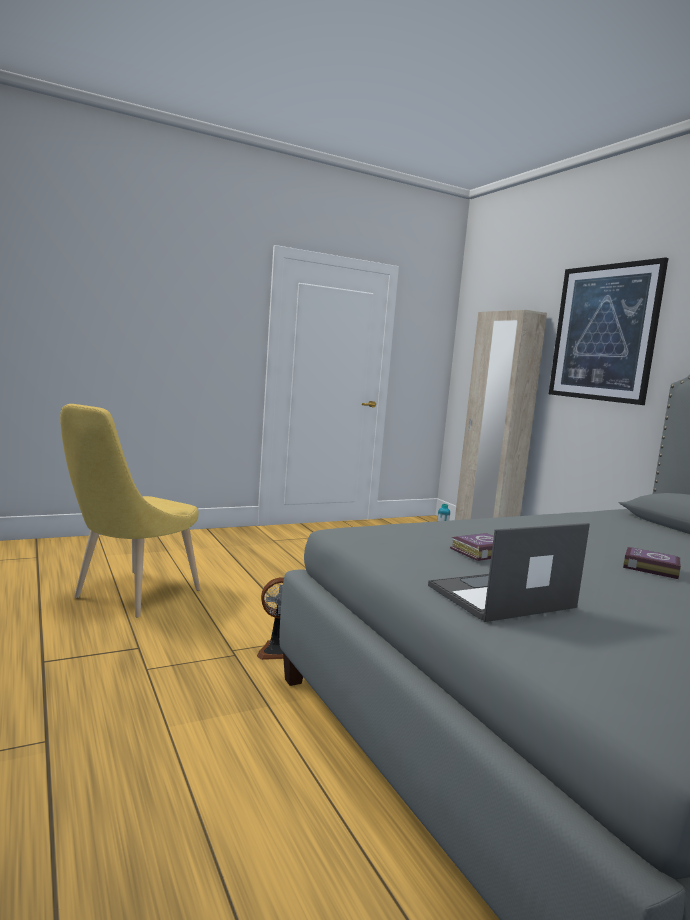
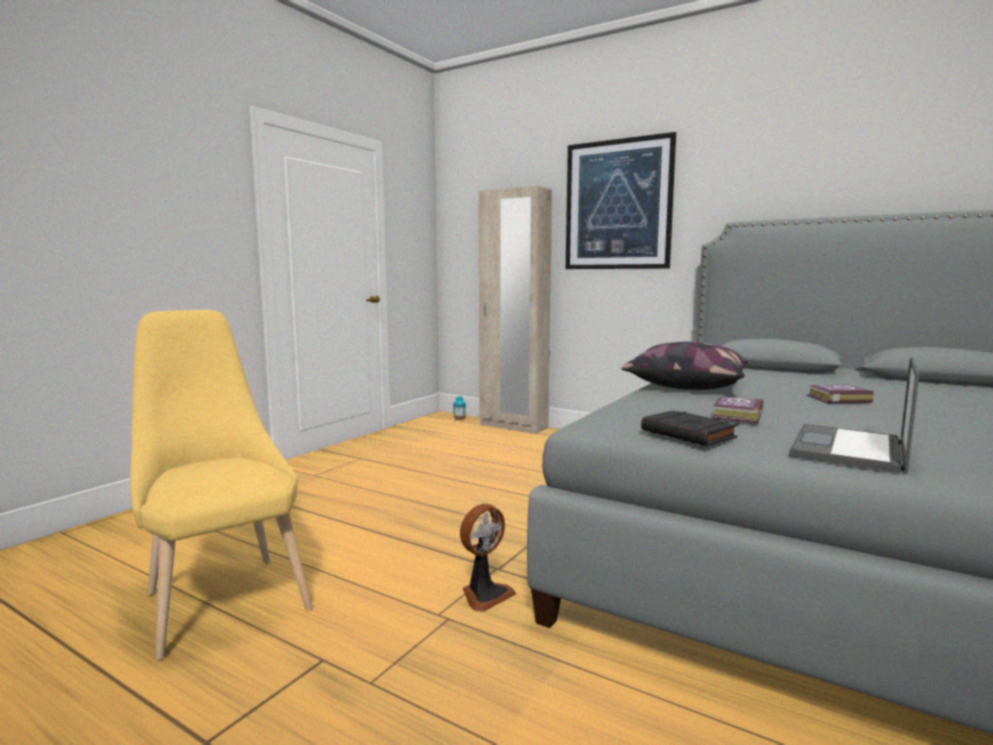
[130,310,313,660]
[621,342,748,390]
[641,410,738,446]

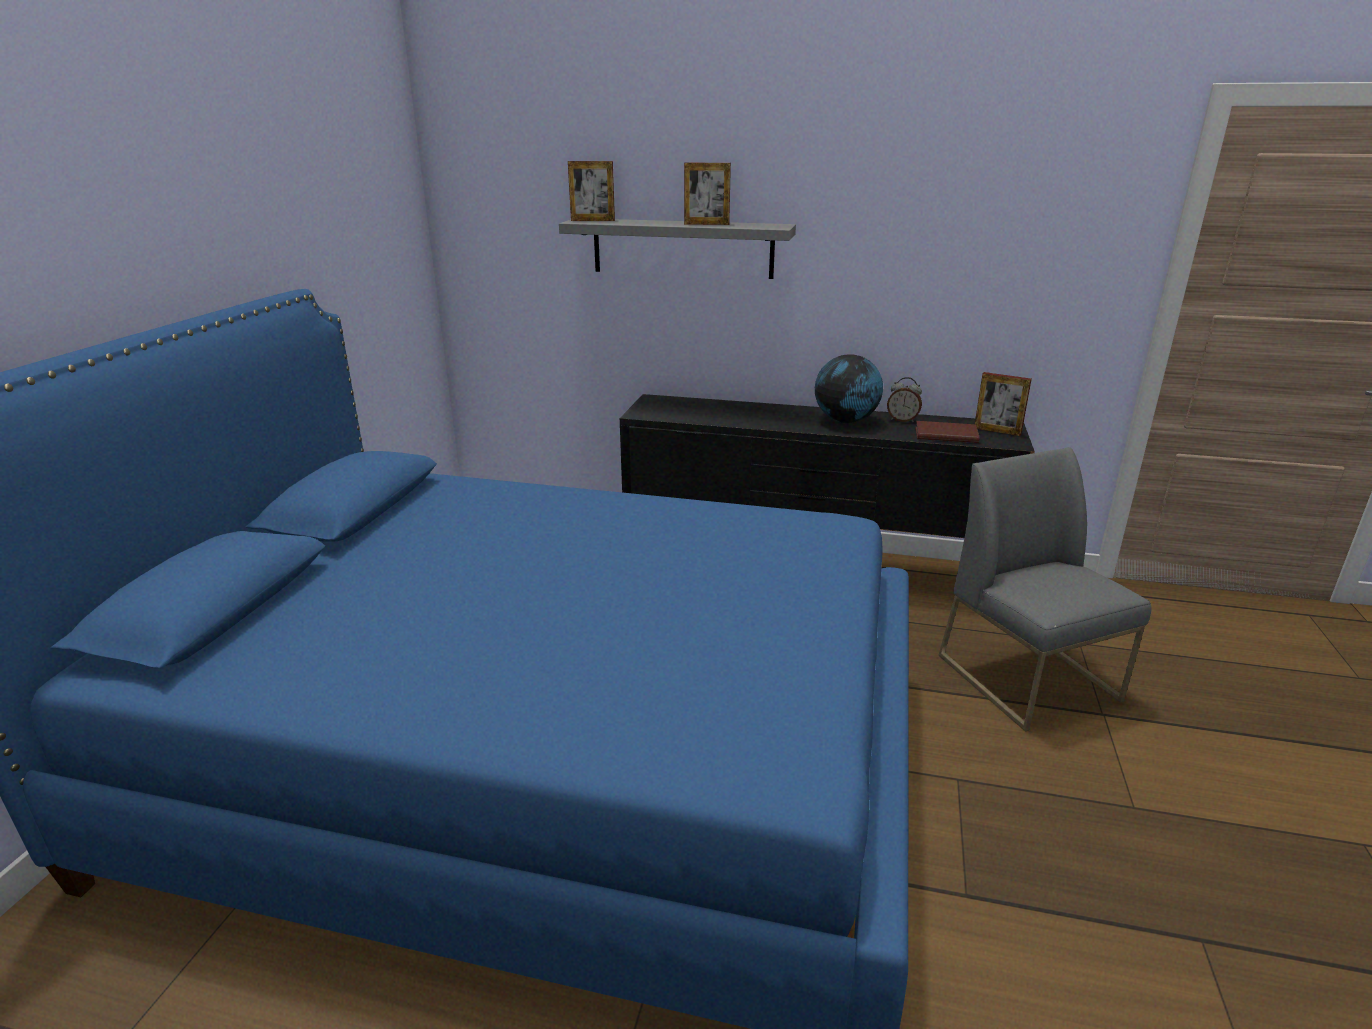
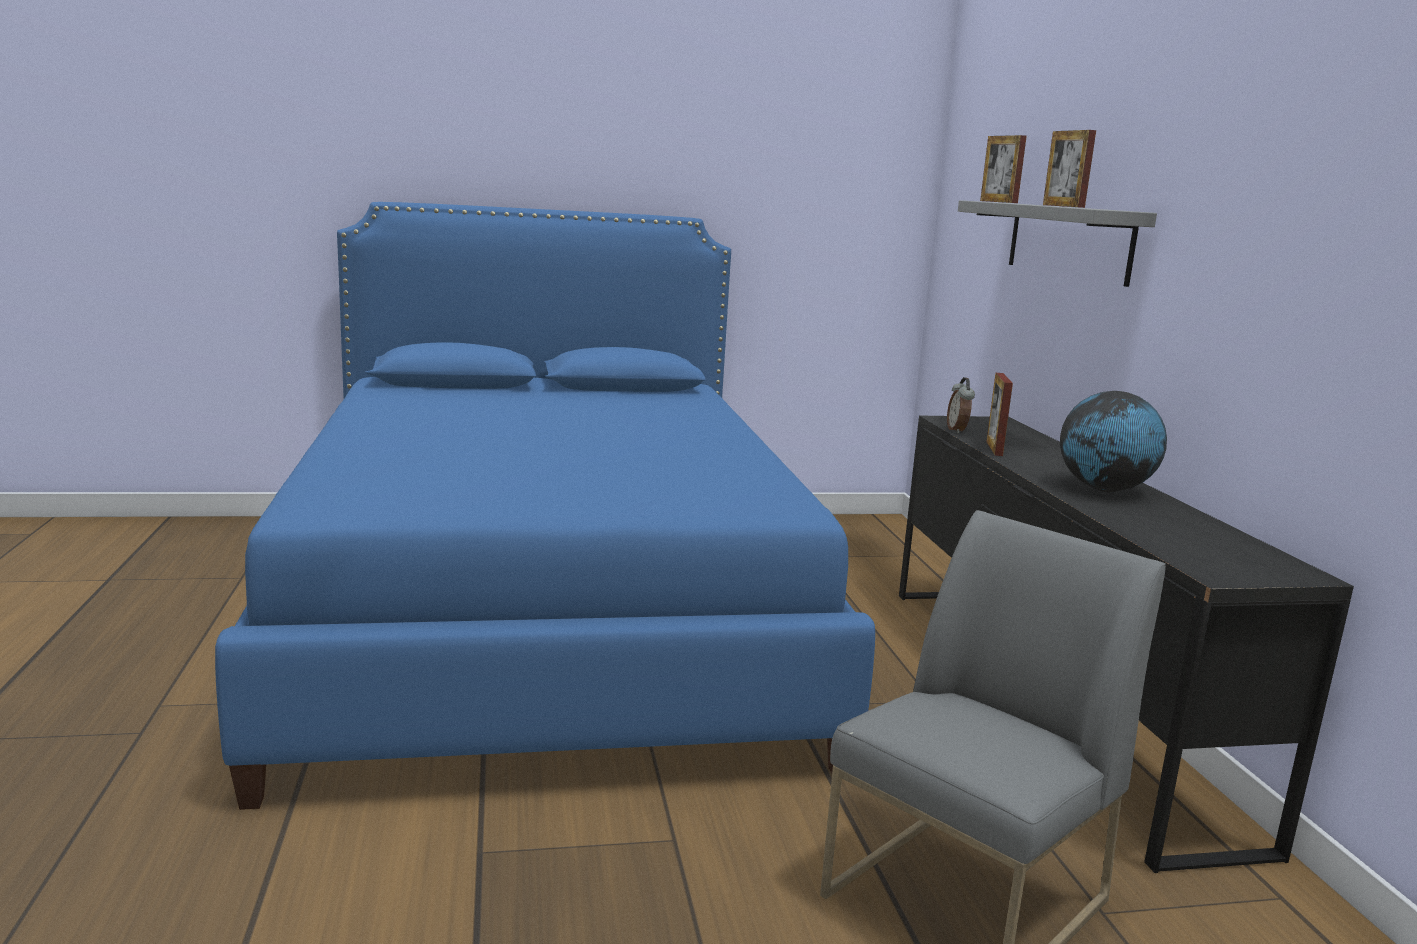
[947,377,975,434]
[916,421,980,443] (first image)
[986,373,1013,456]

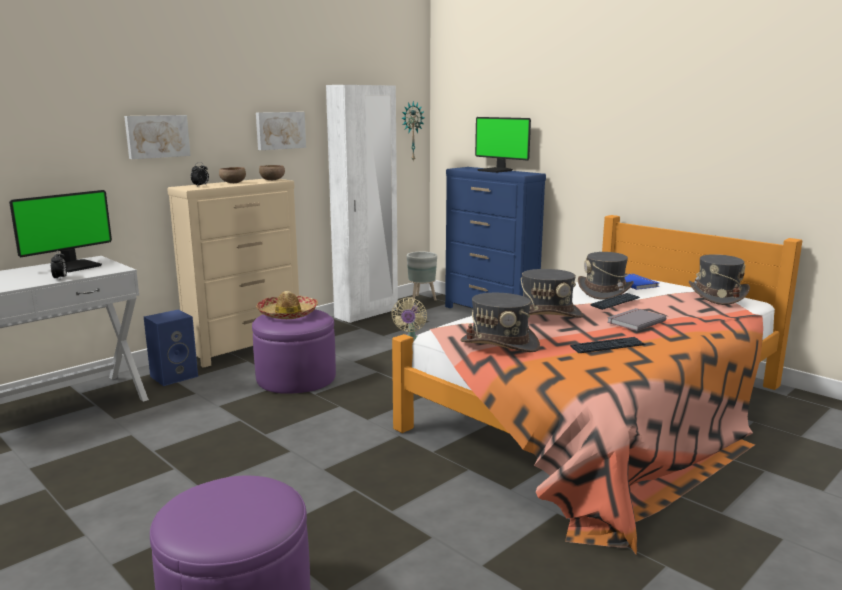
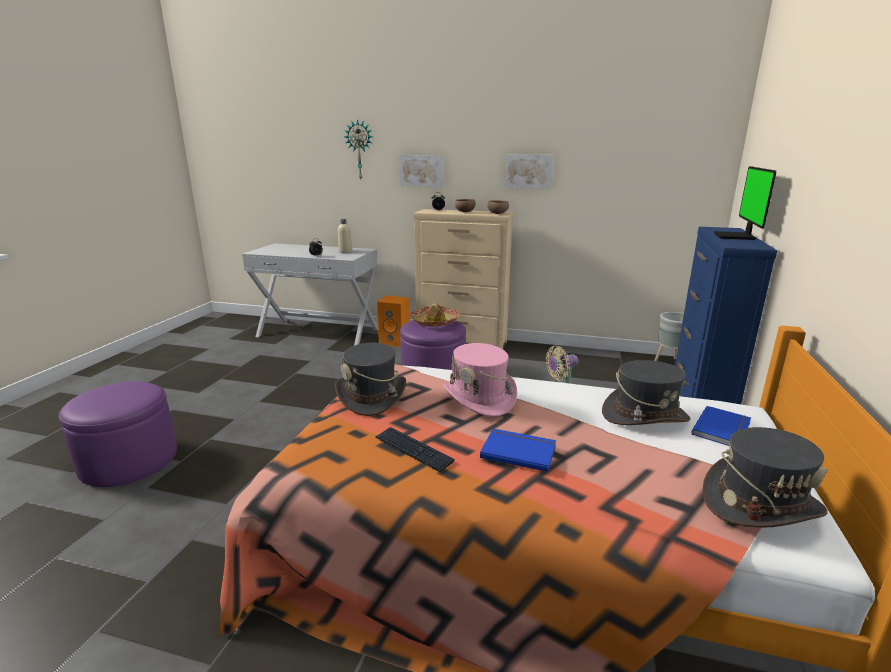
[338,219,353,253]
[377,295,410,347]
[326,85,398,323] (first image)
[344,119,373,179]
[443,343,517,417]
[591,293,640,310] (first image)
[480,429,556,472]

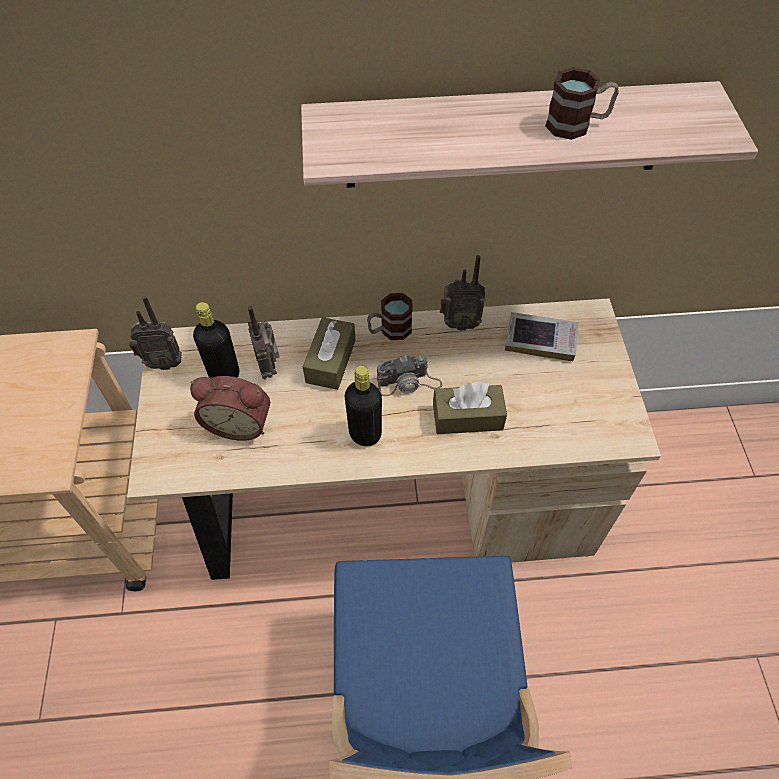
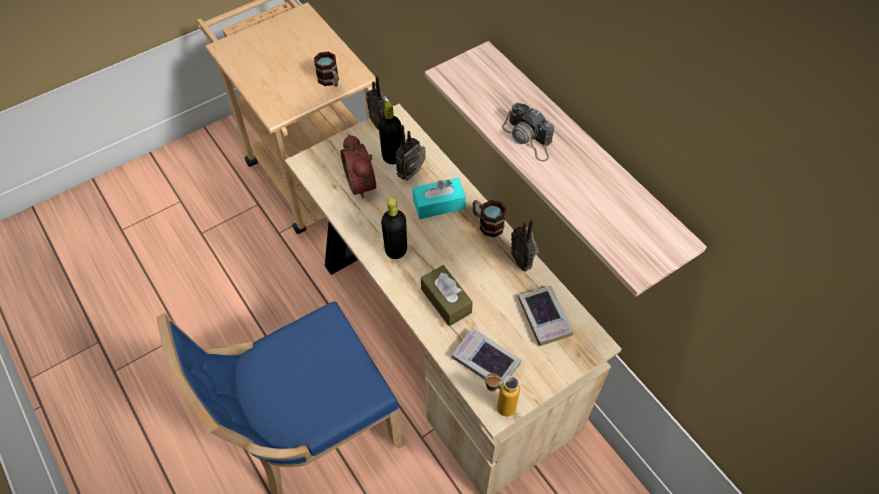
[413,178,466,219]
[502,102,554,162]
[314,52,339,87]
[452,328,521,389]
[484,373,520,416]

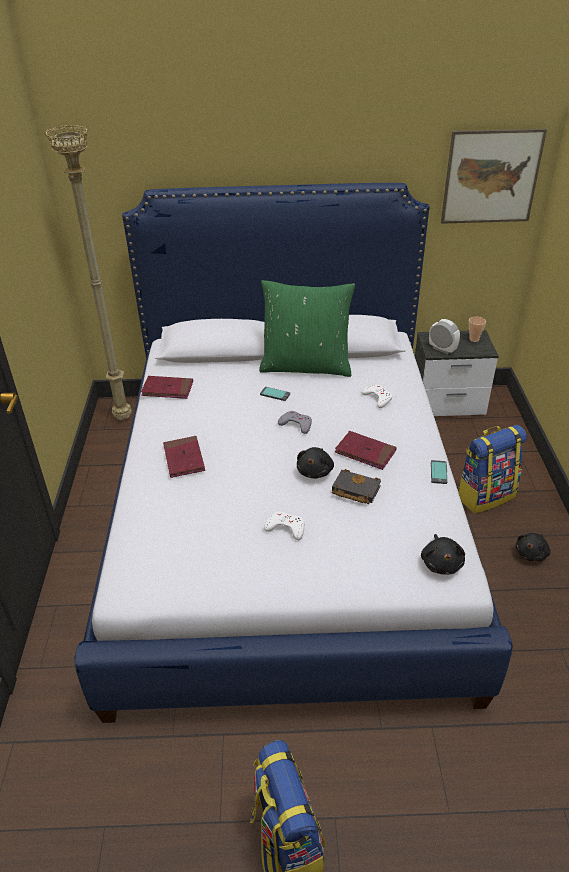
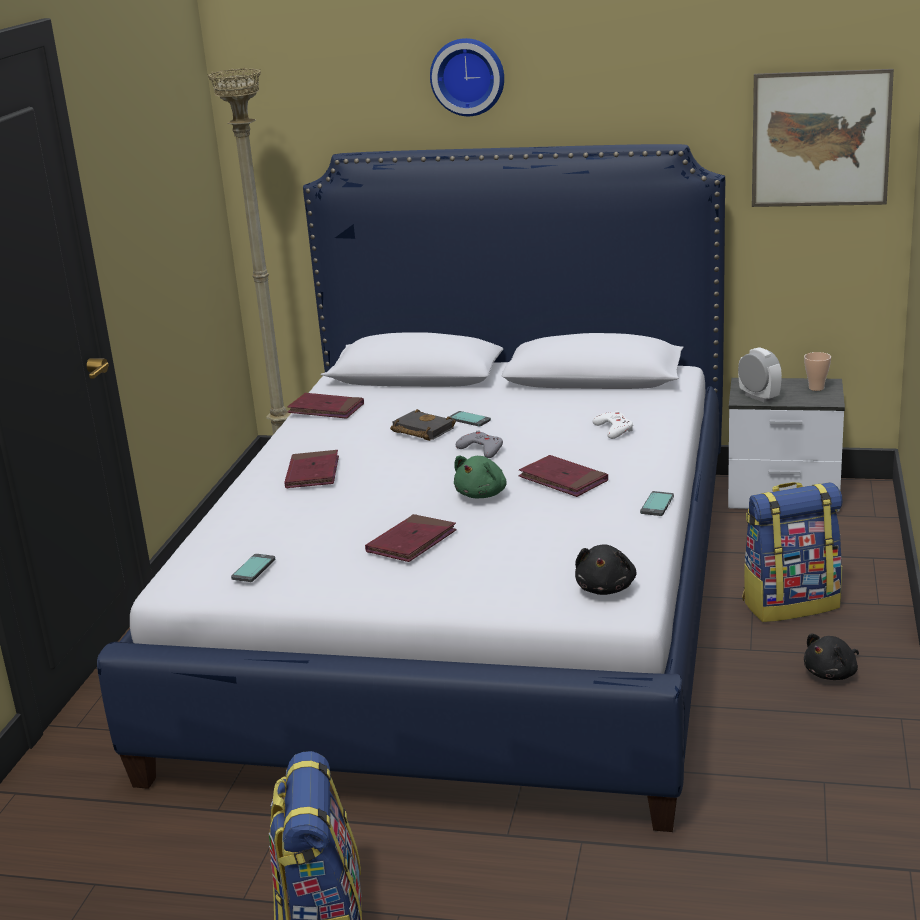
[259,280,355,377] (first image)
[365,514,457,562]
[454,456,507,498]
[390,409,456,441]
[231,554,275,582]
[430,38,504,116]

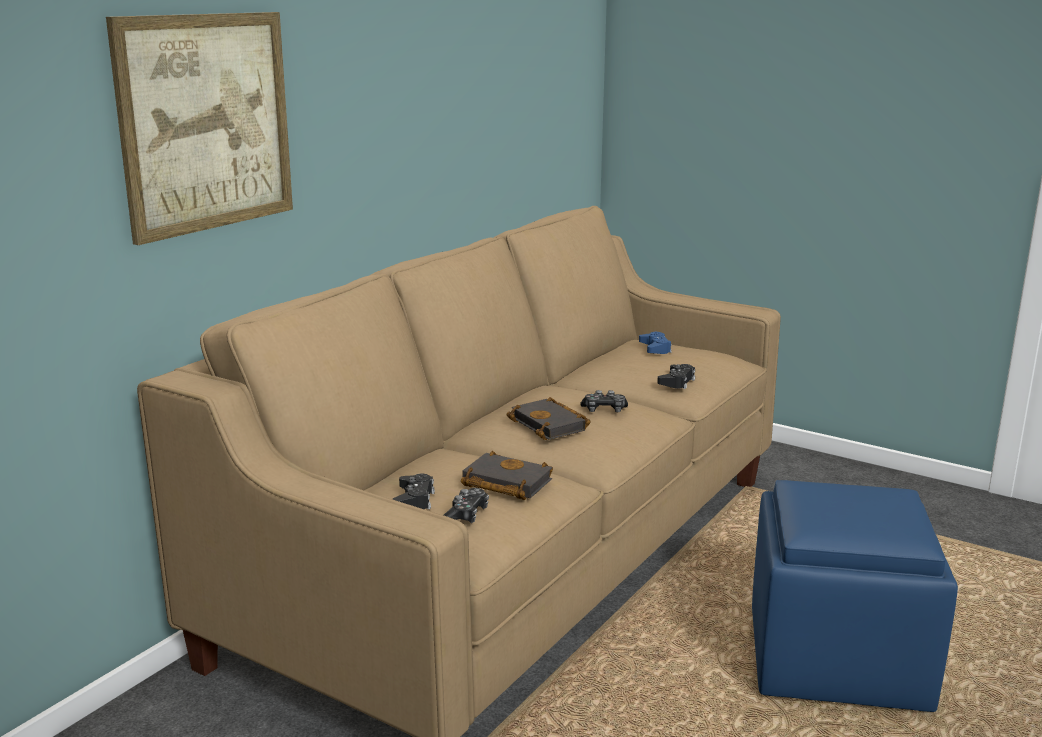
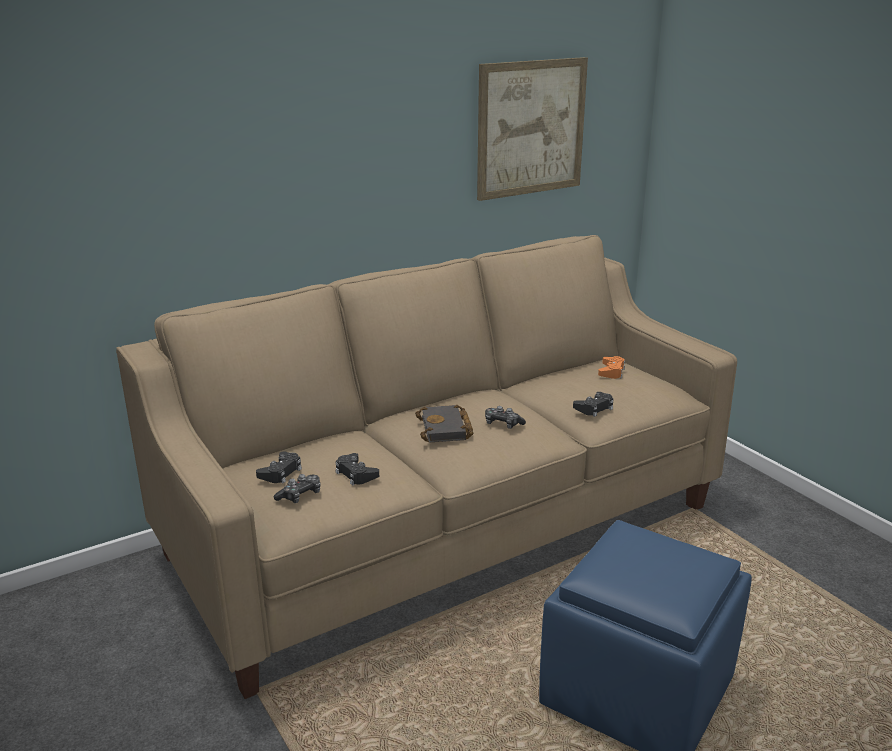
[477,57,588,201]
[336,453,379,486]
[598,356,625,379]

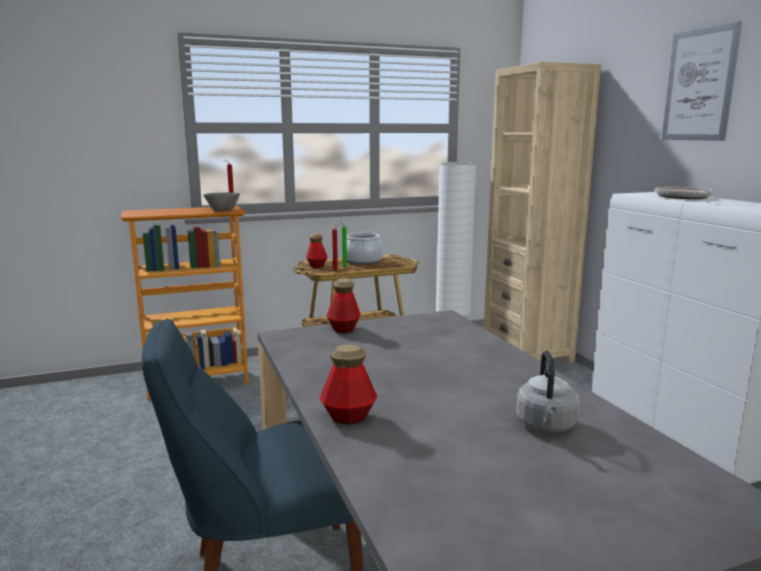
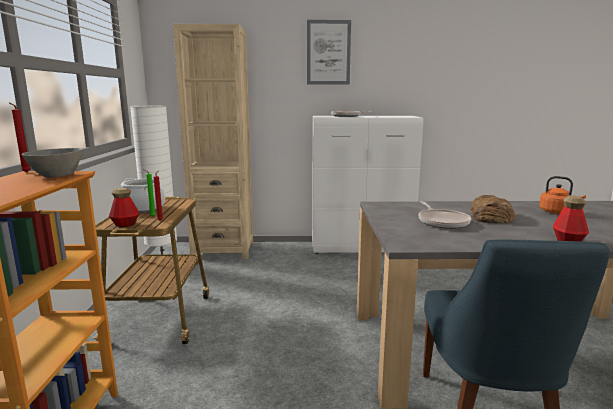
[326,278,361,333] (first image)
[539,176,586,214]
[418,202,471,229]
[471,195,515,223]

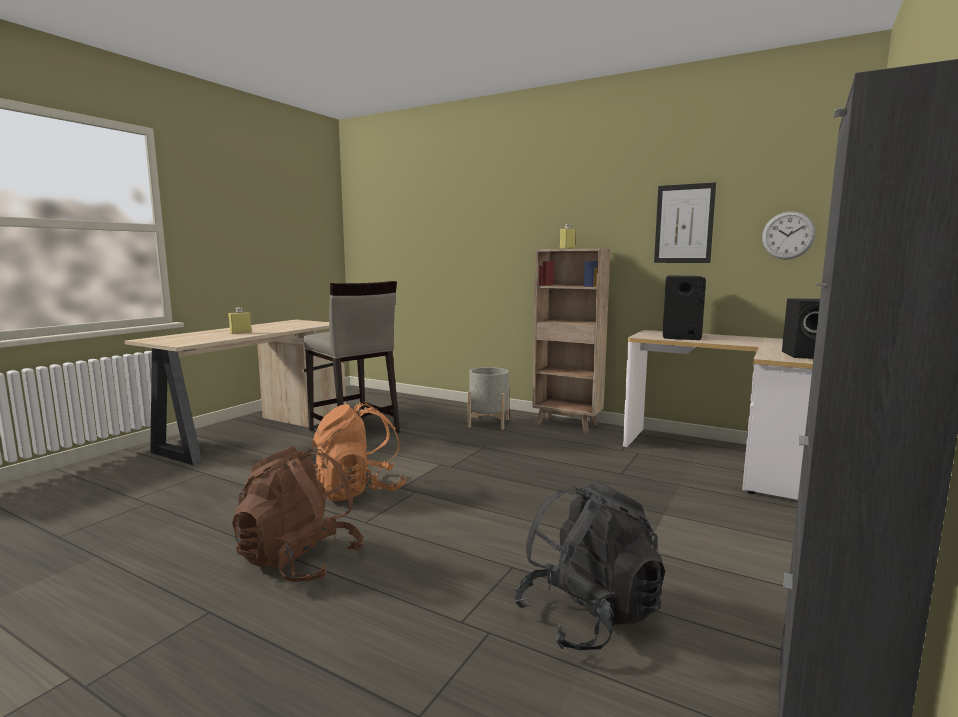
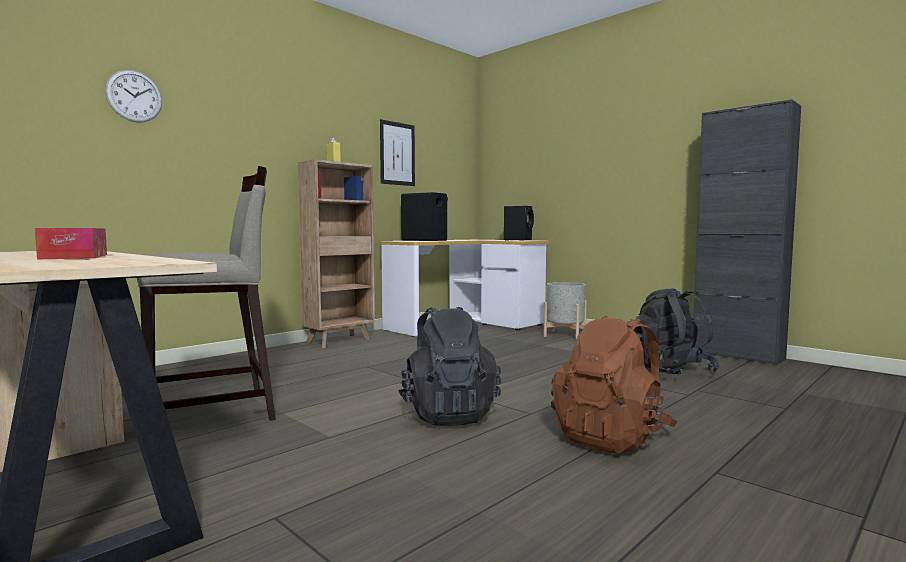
[35,228,107,259]
[399,307,501,426]
[544,282,587,340]
[105,70,162,122]

